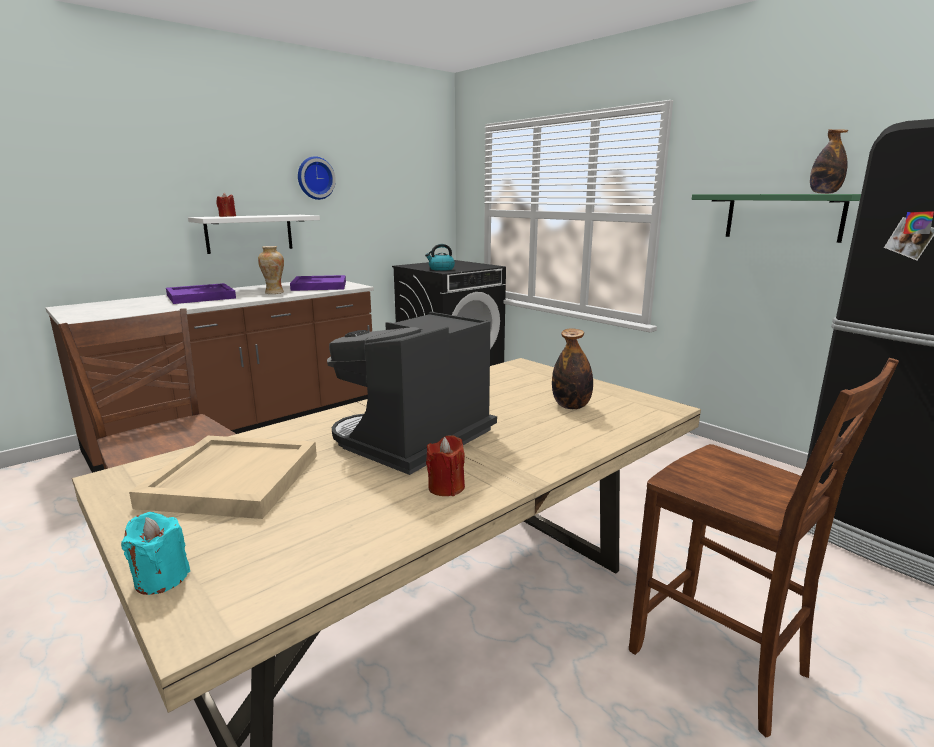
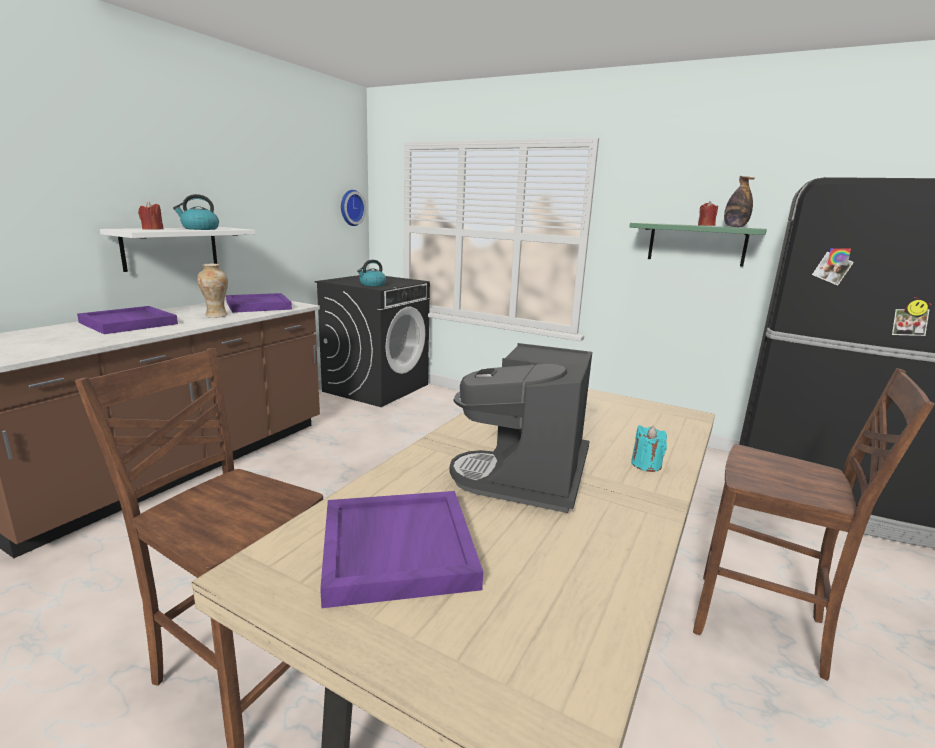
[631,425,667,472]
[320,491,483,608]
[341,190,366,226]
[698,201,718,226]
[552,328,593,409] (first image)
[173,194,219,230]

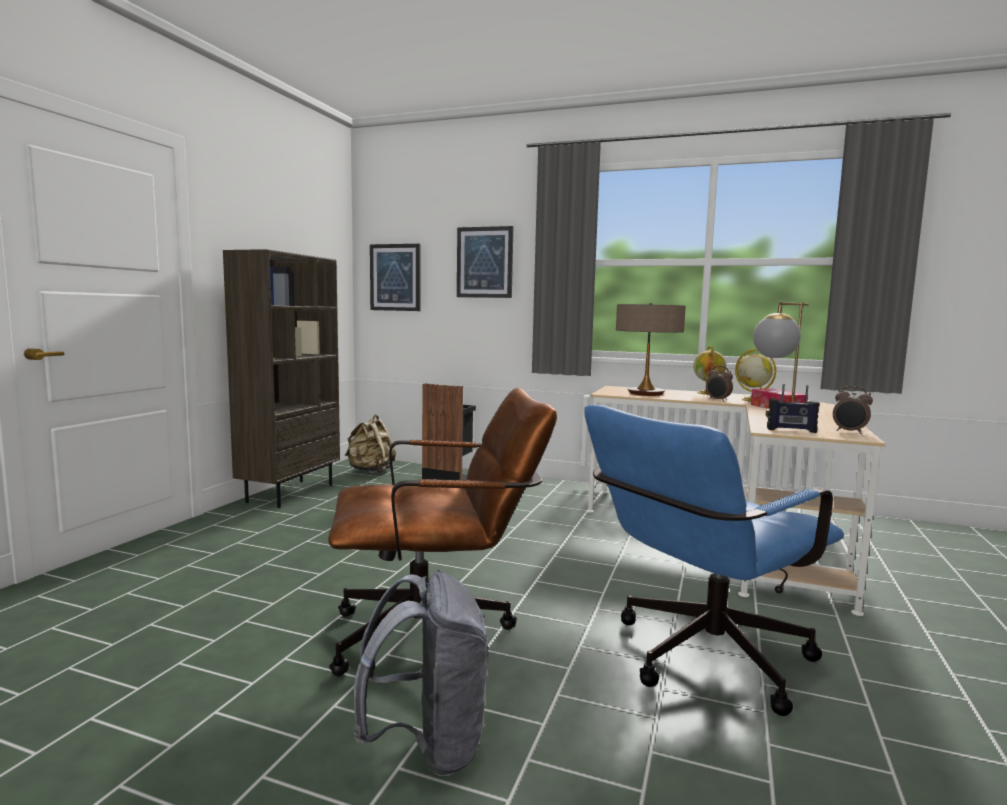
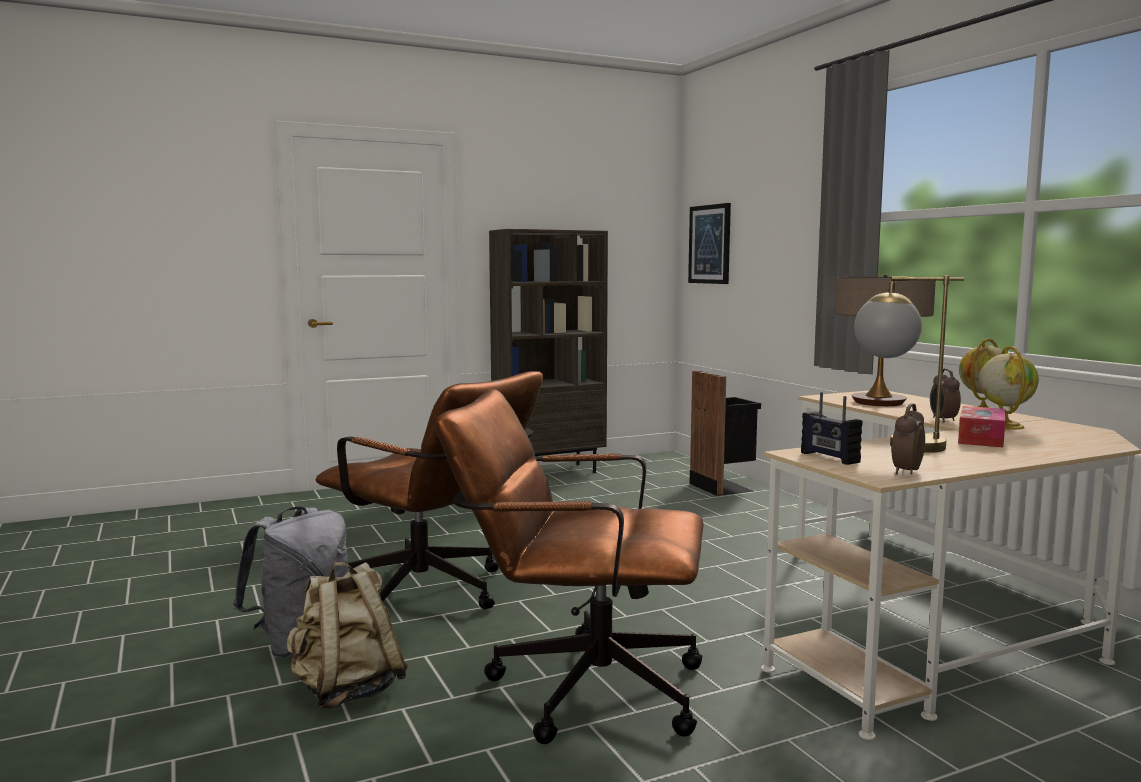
[287,562,409,709]
[457,226,513,298] (first image)
[436,389,704,744]
[892,403,925,474]

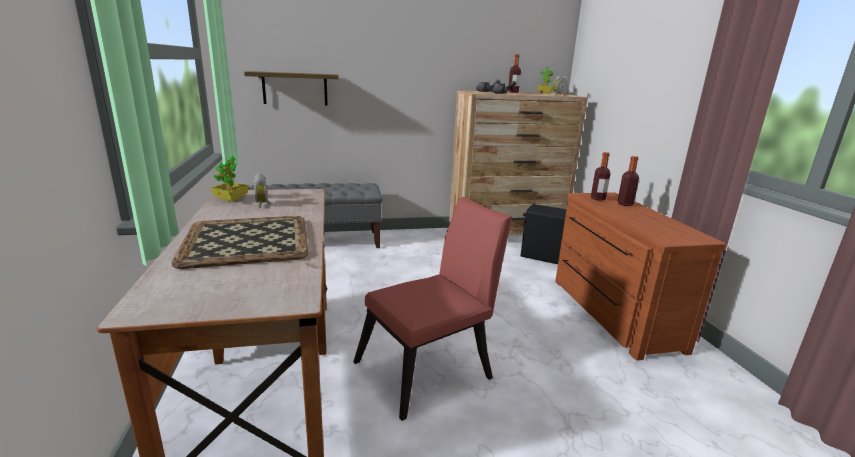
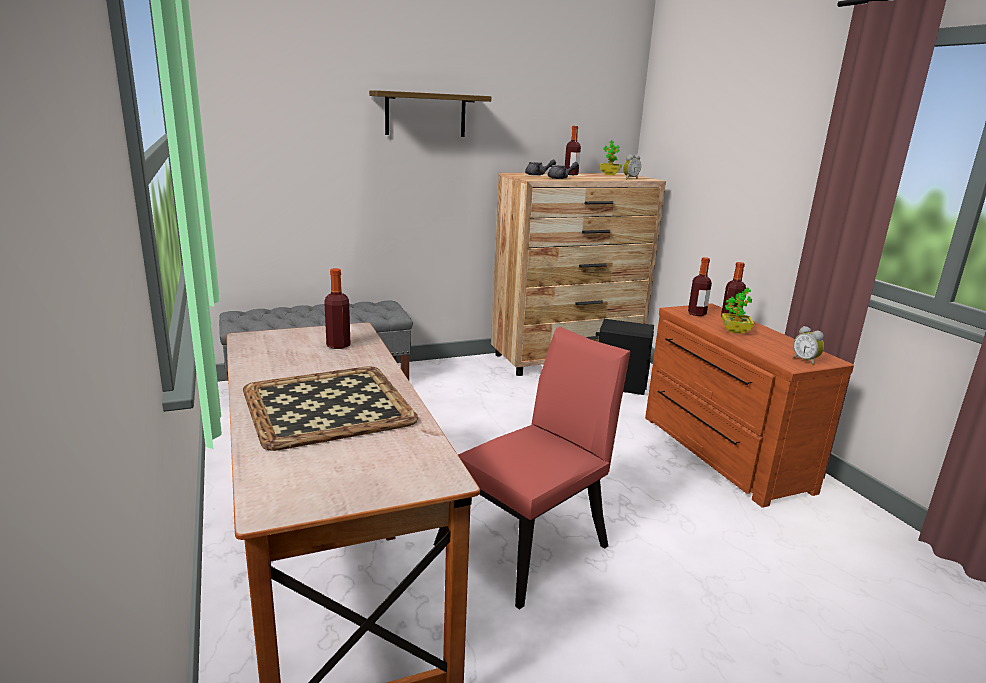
[721,287,754,334]
[369,90,491,137]
[793,326,824,365]
[325,268,351,349]

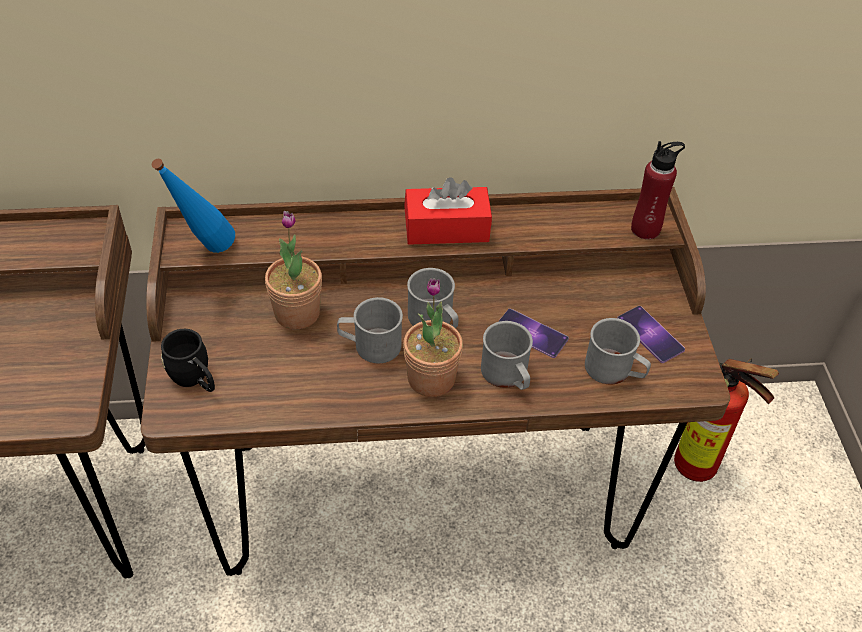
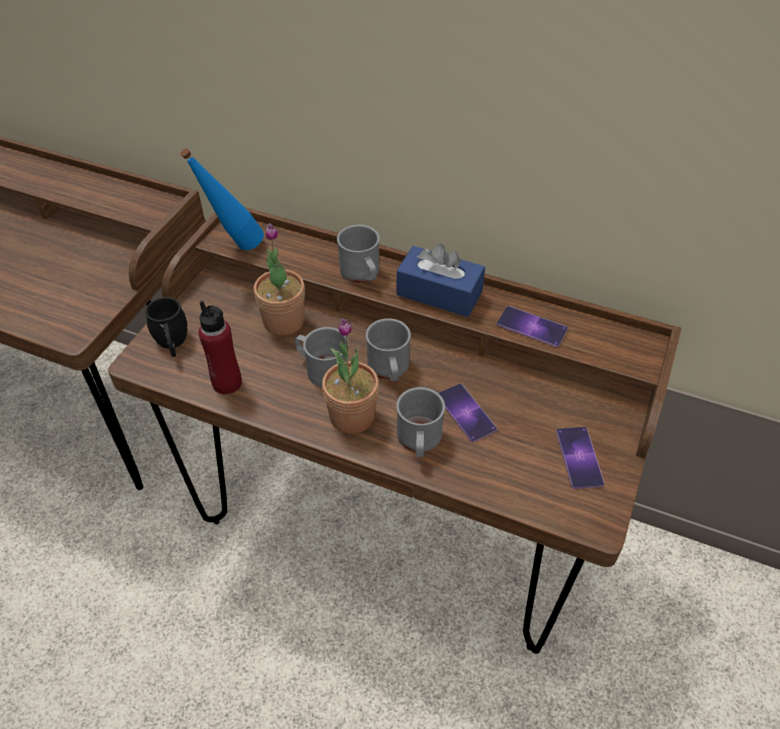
[396,244,485,317]
[337,225,380,283]
[199,301,242,394]
[674,358,779,482] (first image)
[497,306,568,347]

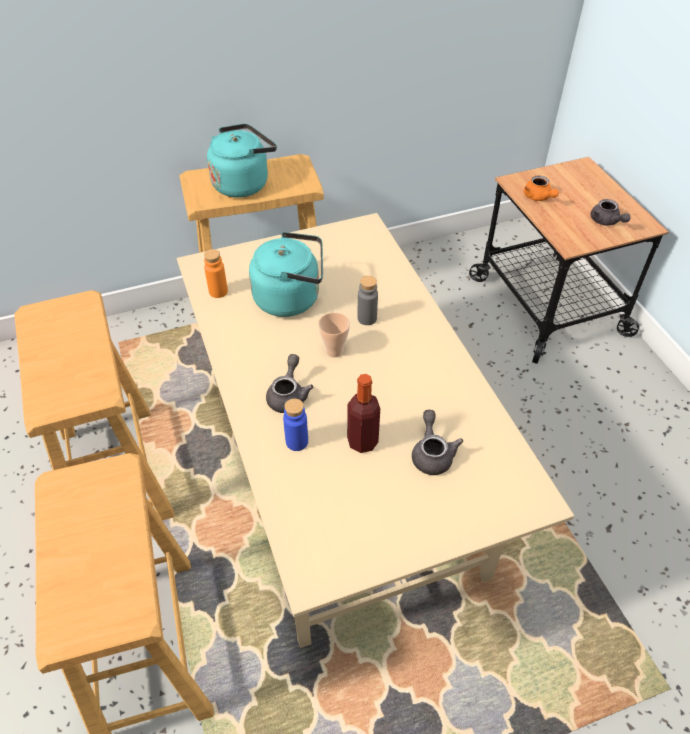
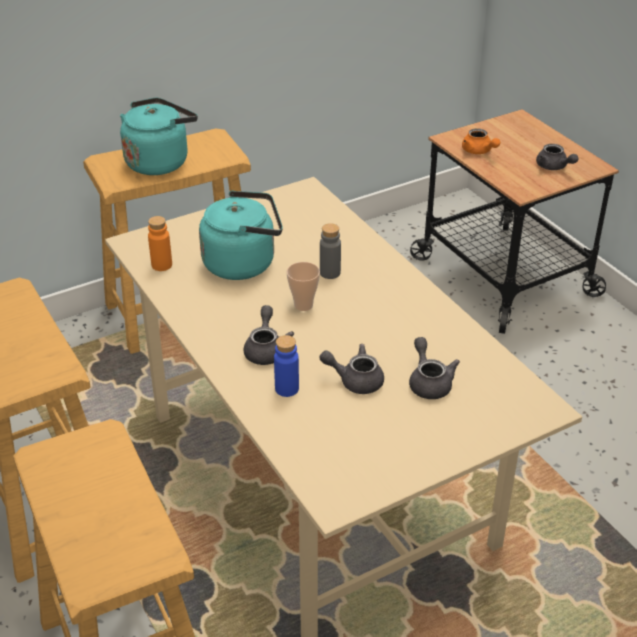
[320,344,384,394]

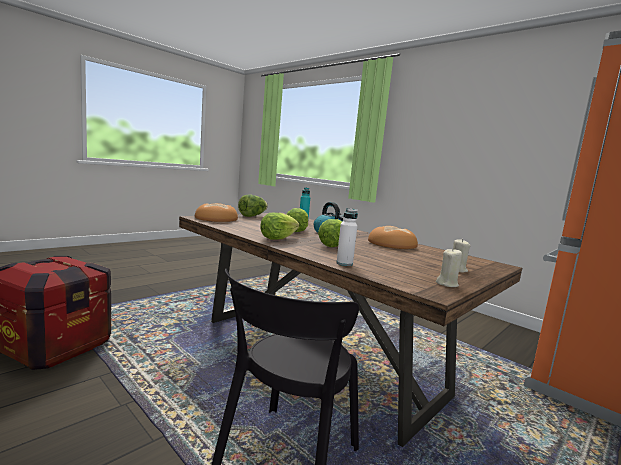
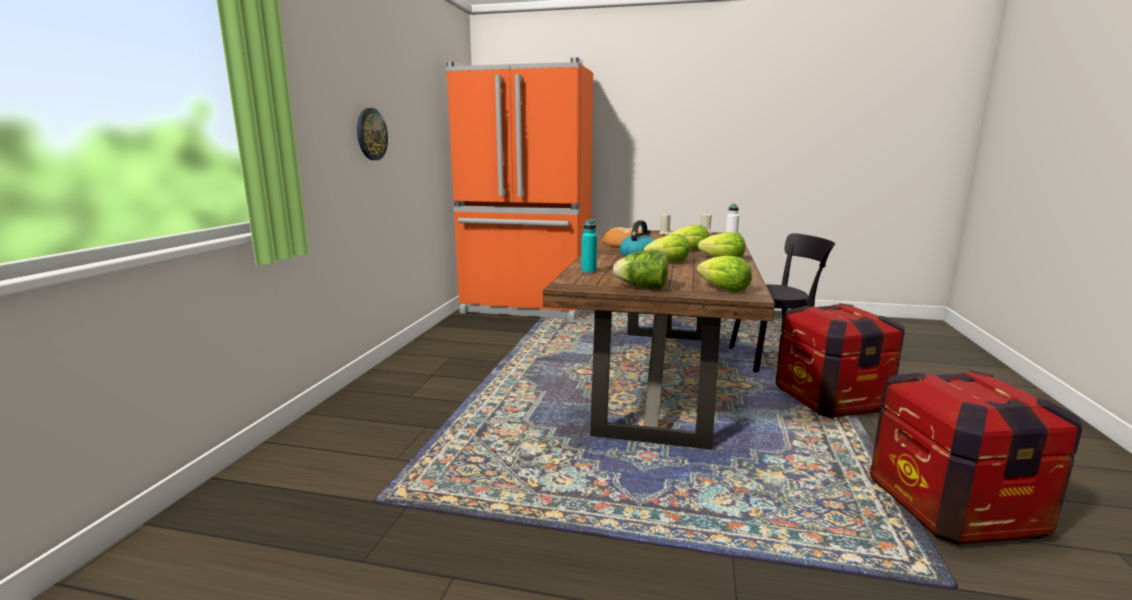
[697,256,752,292]
[357,108,388,160]
[776,303,905,418]

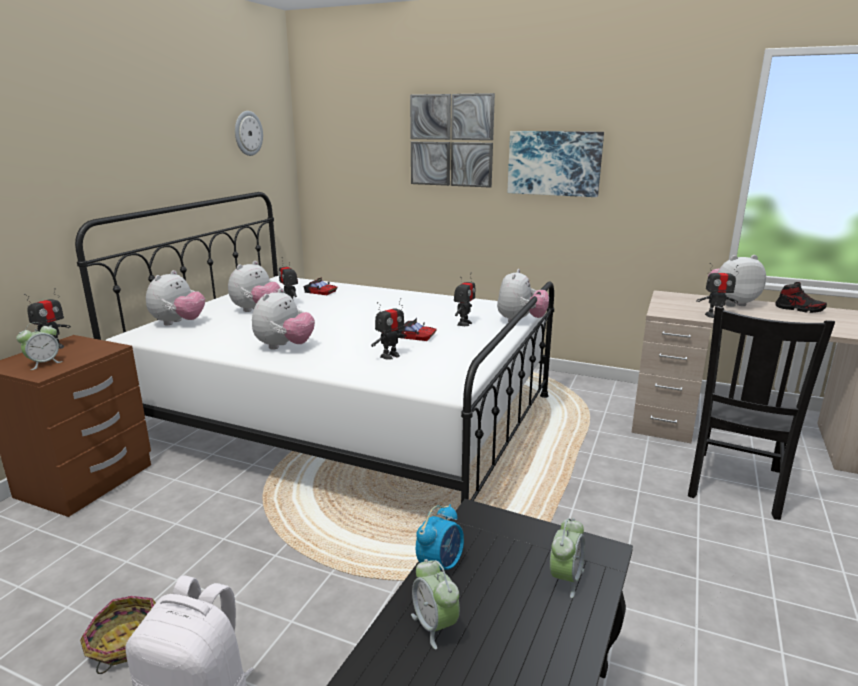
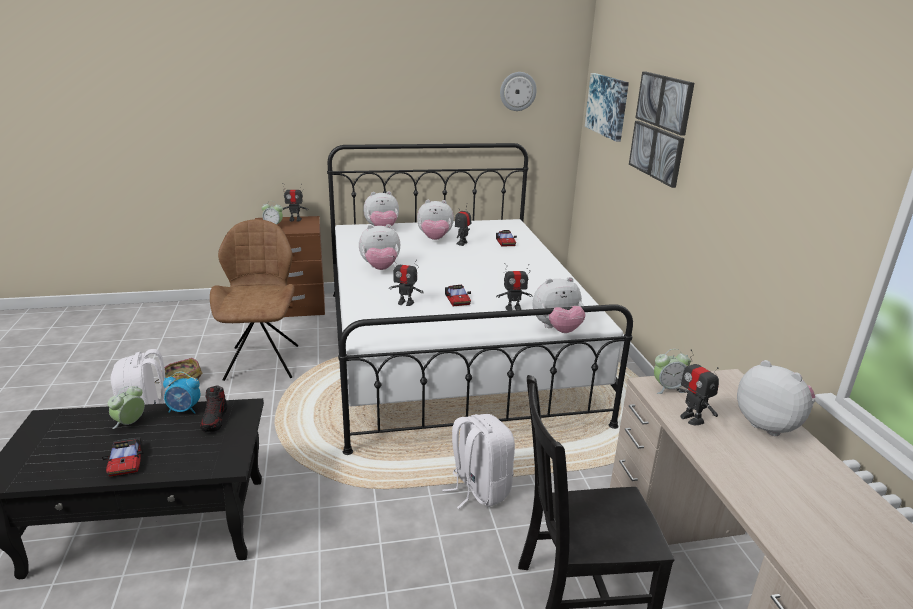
[585,73,629,142]
[654,349,691,394]
[200,385,227,432]
[102,437,144,477]
[210,219,299,381]
[442,414,515,509]

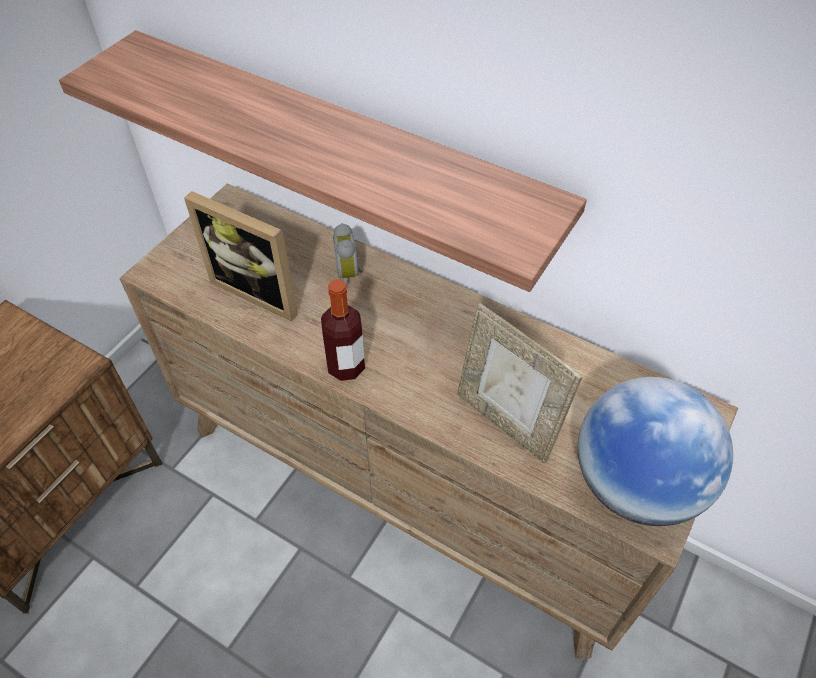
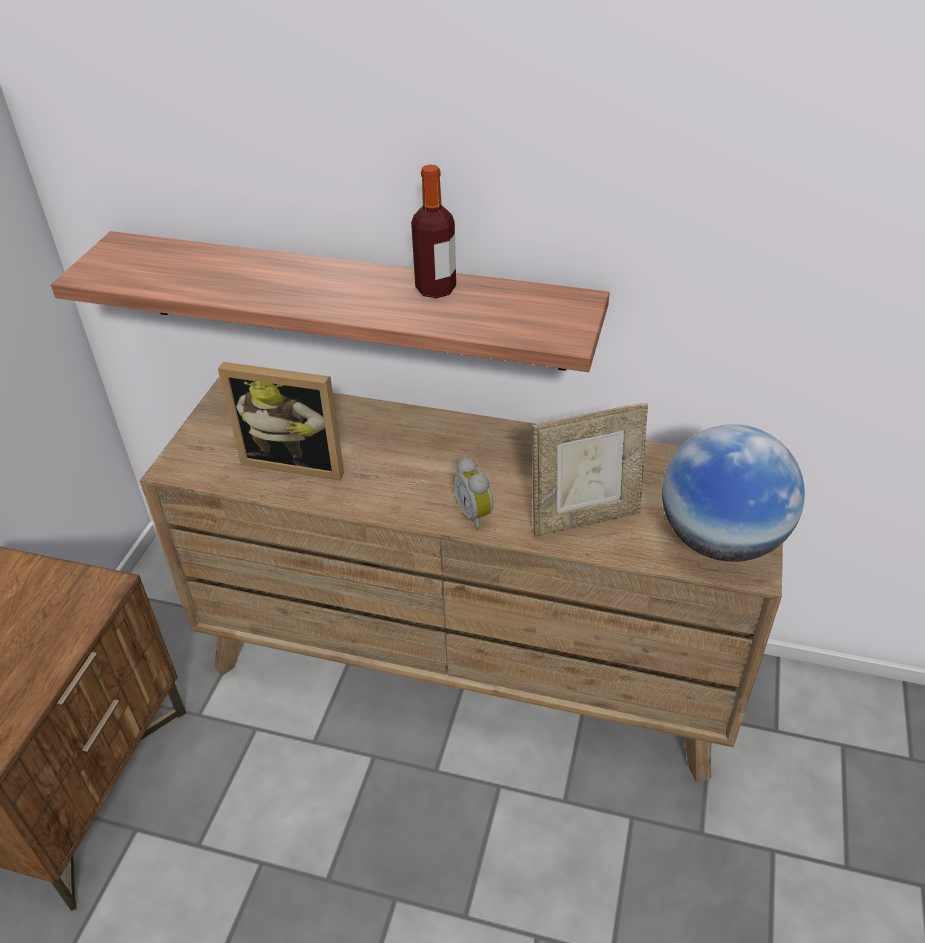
[411,164,456,298]
[453,458,493,530]
[532,403,648,536]

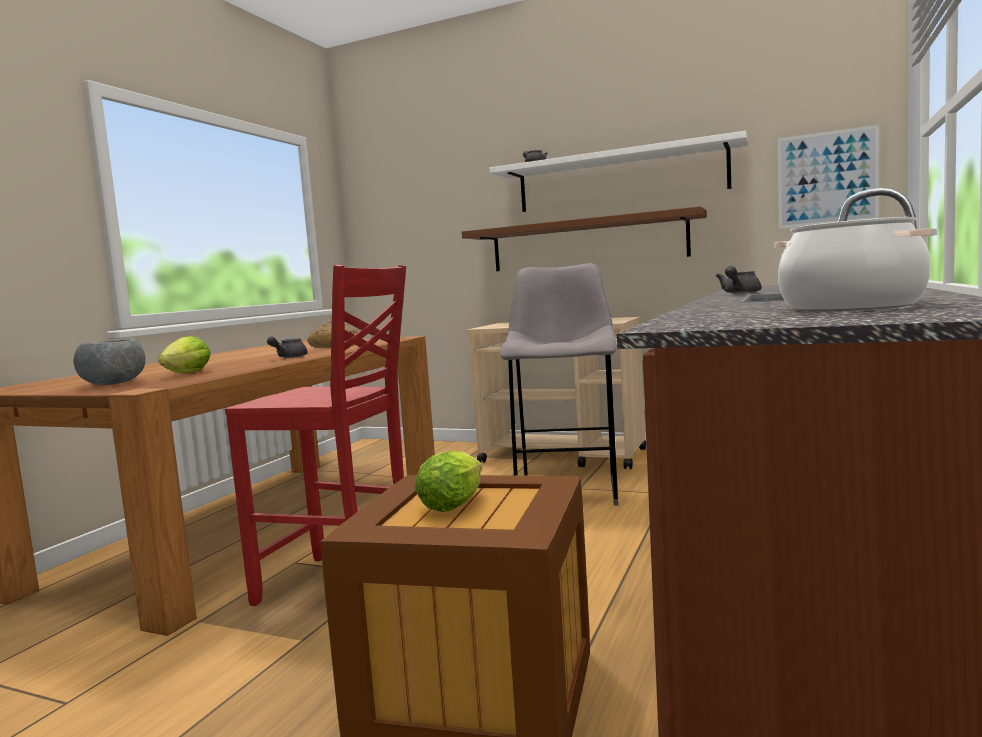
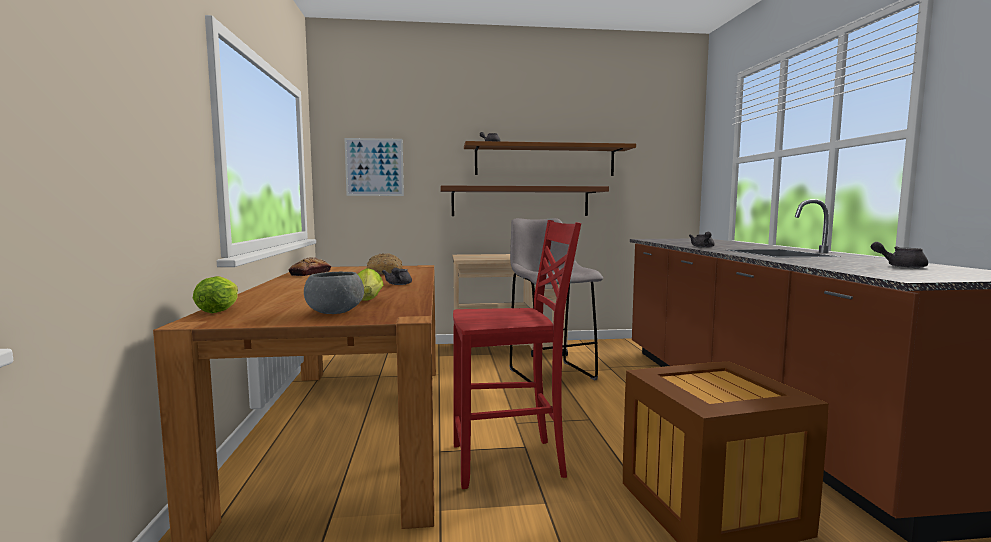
[193,276,238,313]
[464,141,636,176]
[871,242,928,268]
[344,138,404,196]
[289,257,331,276]

